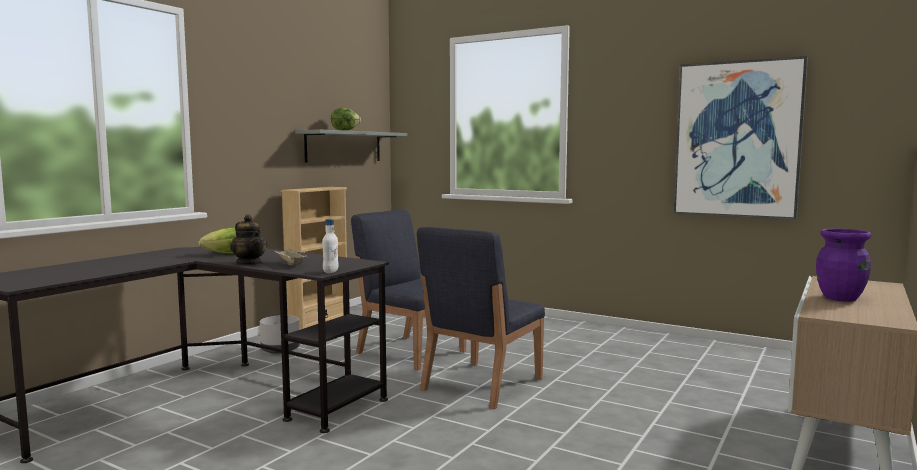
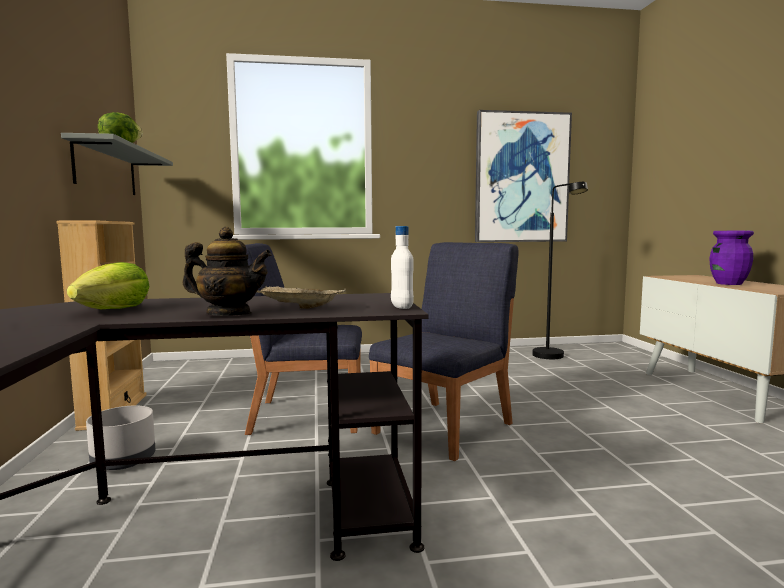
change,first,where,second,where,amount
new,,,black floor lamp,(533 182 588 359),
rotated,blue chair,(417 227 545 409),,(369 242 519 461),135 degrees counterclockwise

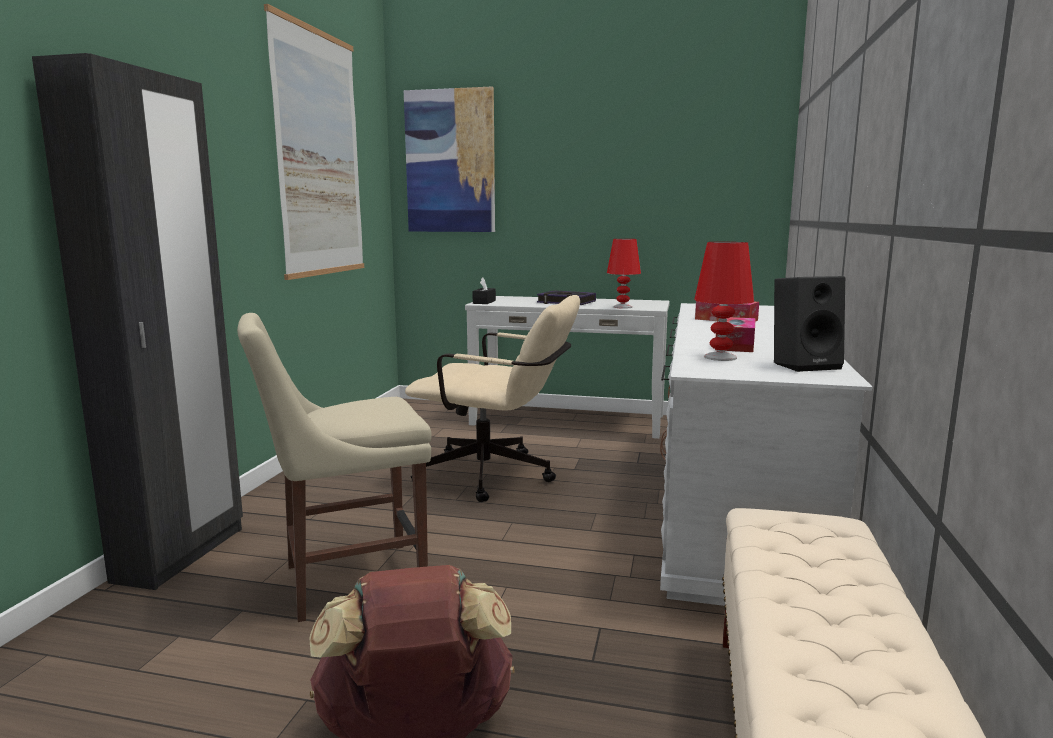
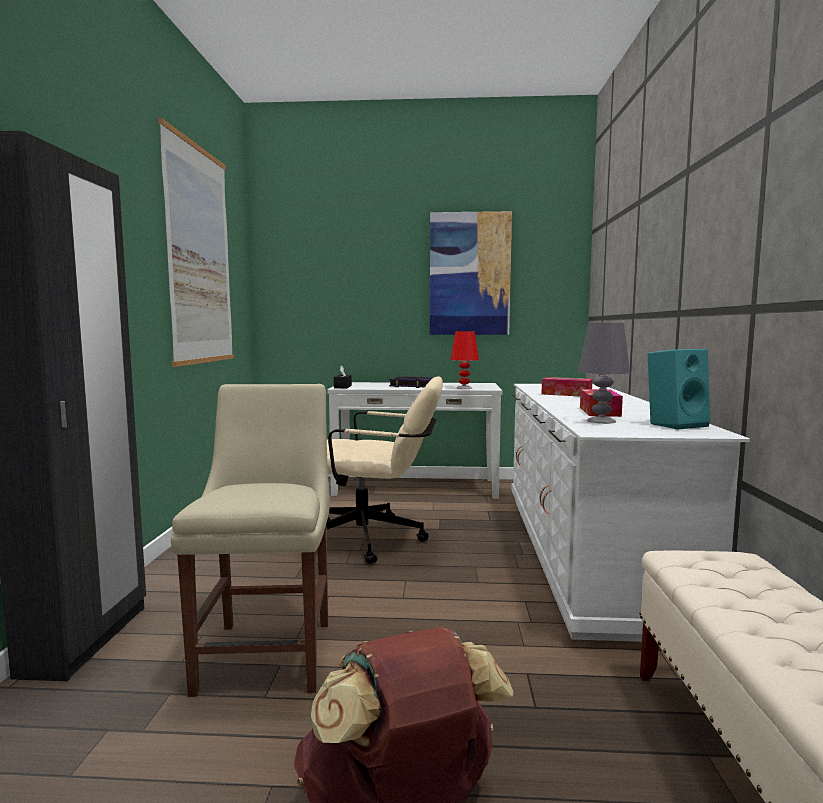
change,first,where,second,where,amount
shifted,picture,(404 87 495 232),,(430 211 512 335),
repainted,red table lamp,(694 242 754 361),grey table lamp,(578 323 630 424),
repainted,black speaker,(774 276 845 372),turquoise speaker,(648 349 711 430),
rotated,beige chair,(237 313 432 622),,(171 384 330 697),120 degrees clockwise

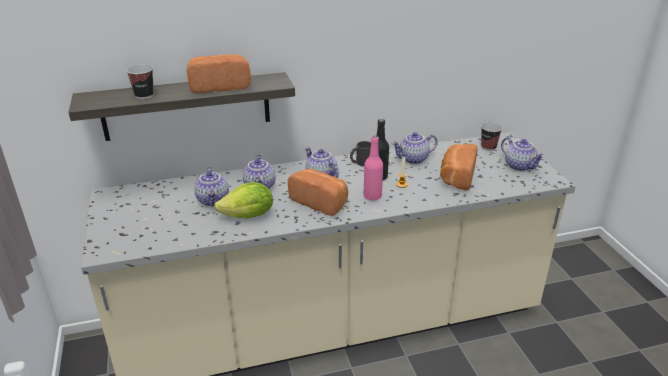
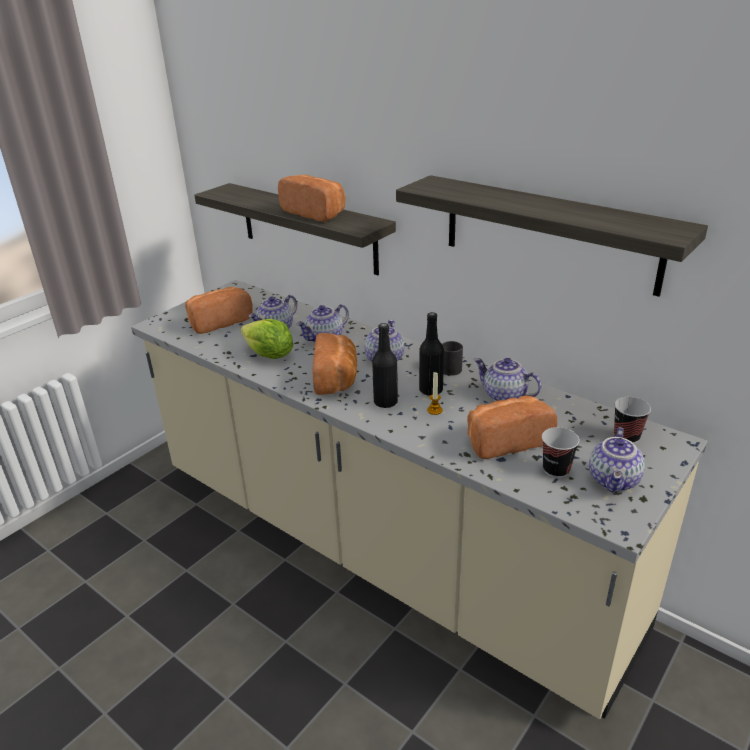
change,first,where,second,where,amount
new,,,bread,(185 287 253 334),
new,,,shelf,(396 175 708 297),
shifted,cup,(126 65 154 99),,(542 427 580 478),
repainted,pink bottle,(364 136 383 201),black bottle,(372 323 398 408),

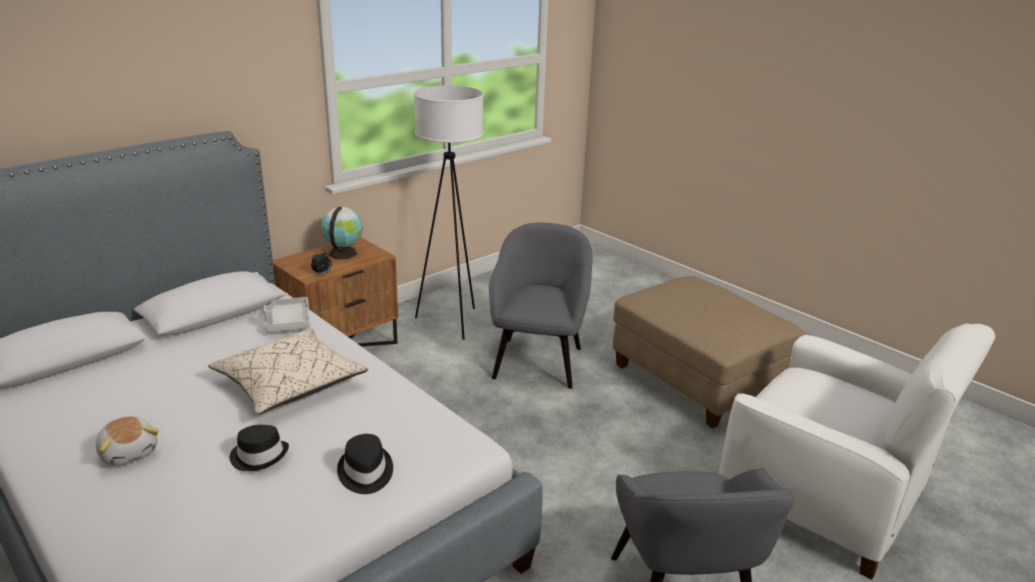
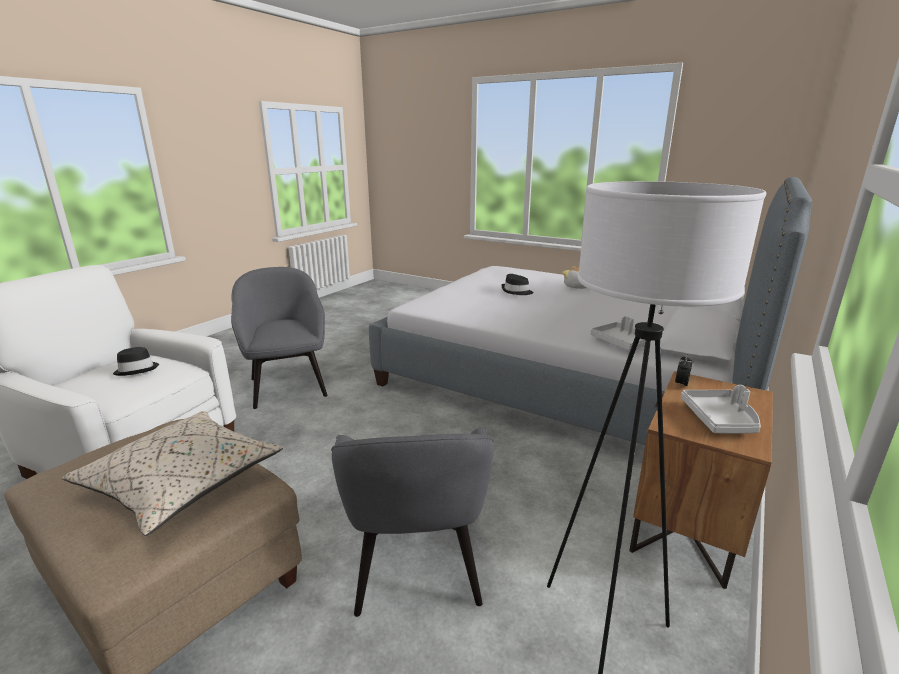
change,first,where,second,where,amount
shifted,beige pillow,(208 328 368 414),,(62 411 283 536),
shifted,black hat,(337 434 393 494),,(113 347 159 376),
swapped,globe,(322 207 362 259),grey tray,(681 385 761 434),

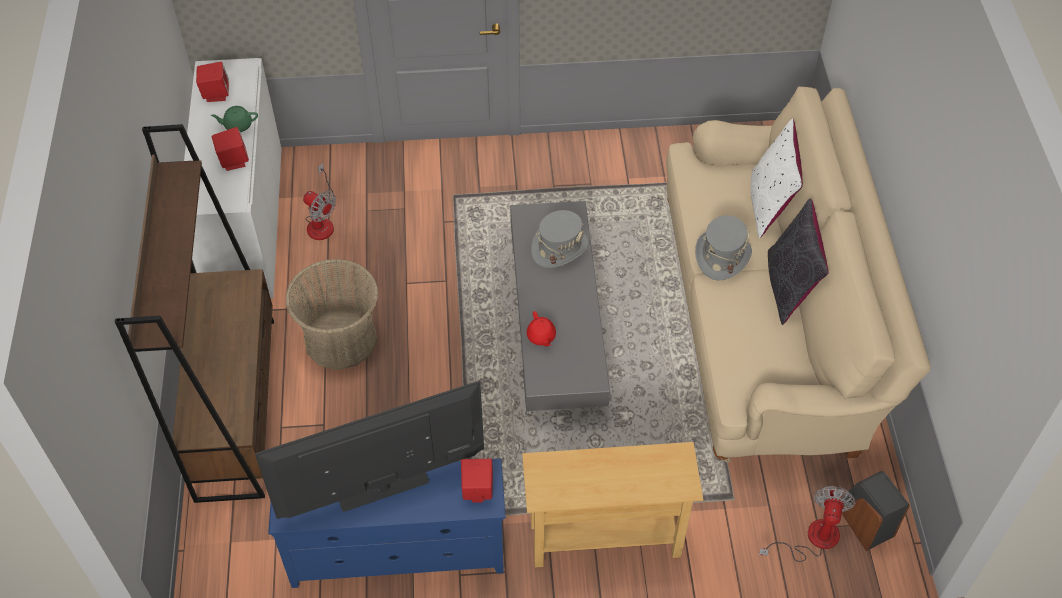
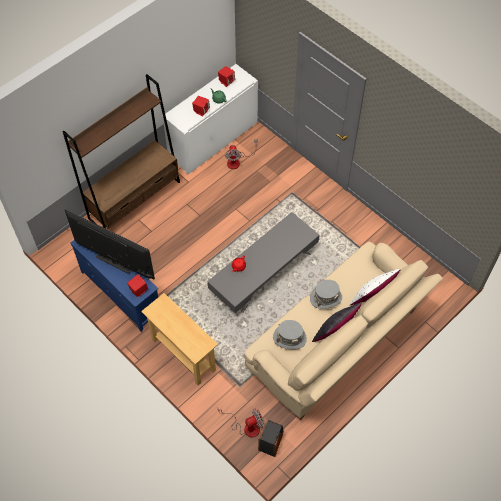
change,first,where,second,where,amount
gone,basket,(285 259 378 370),,,
shifted,grey hat,(531 210 589 268),,(273 320 307 350),

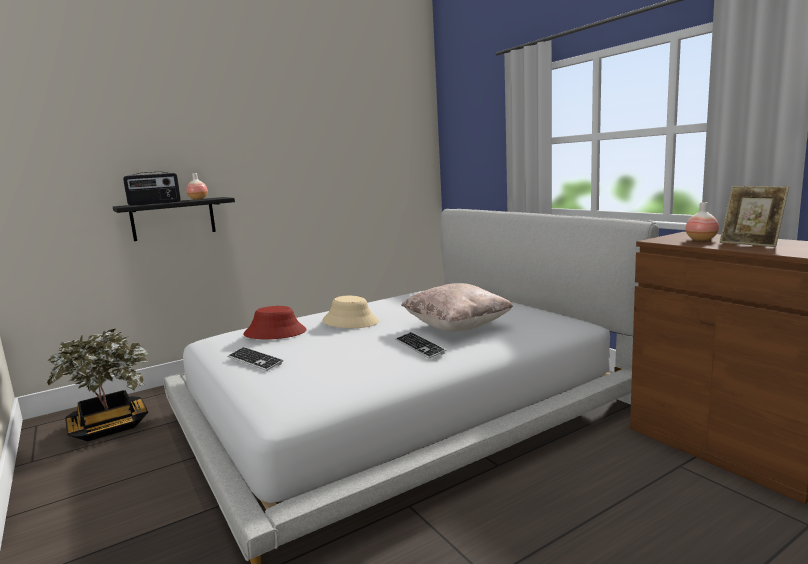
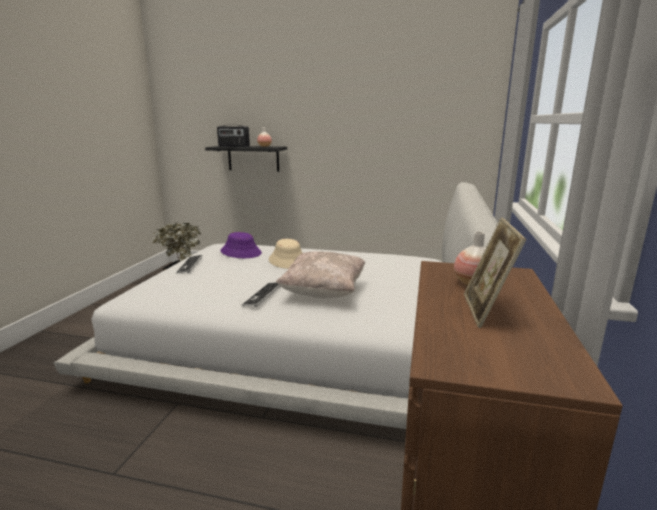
change,first,where,second,where,amount
repainted,red hat,(244 306 307 339),purple hat,(221 232 262 258),

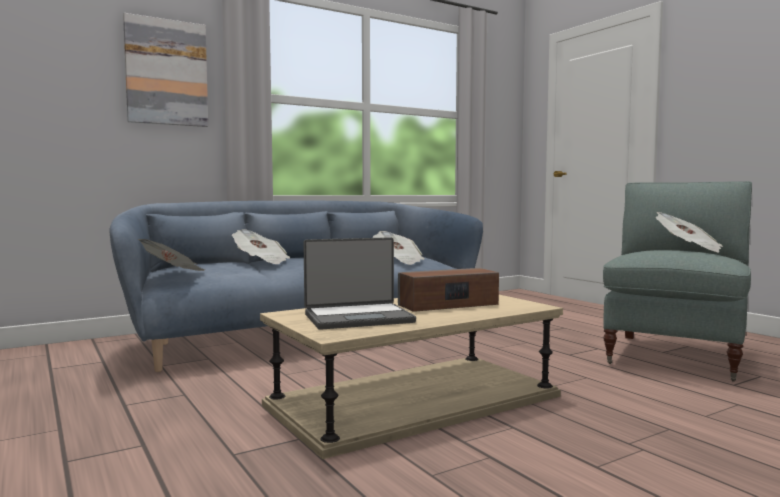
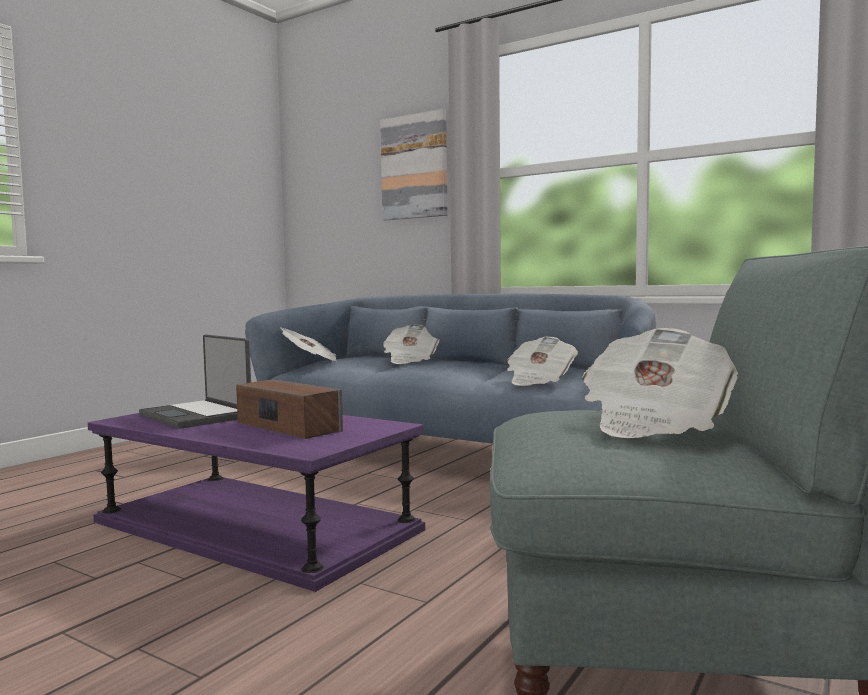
change,first,where,second,where,amount
repainted,beige coffee table,(260 295 563 459),purple coffee table,(88 413 425 592),

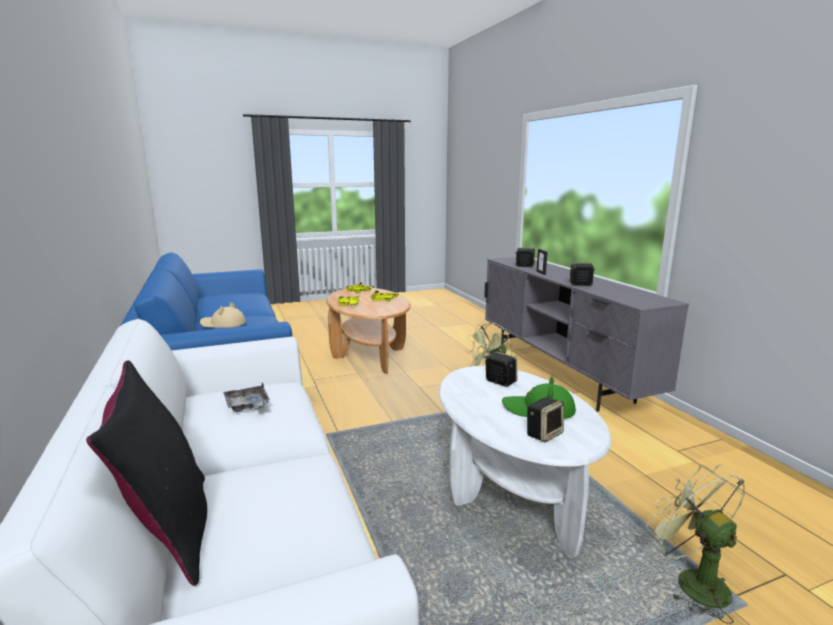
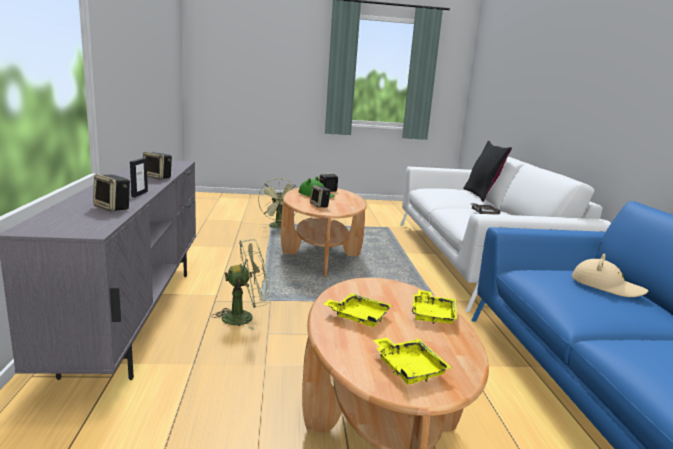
change,first,where,second,where,amount
repainted,white coffee table,(439 366 611 558),brown coffee table,(281 188 367 277),

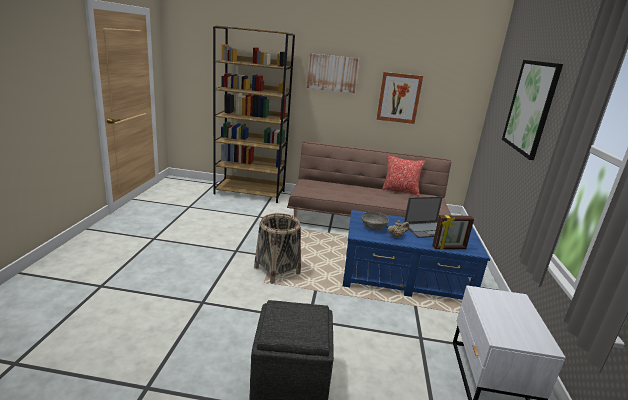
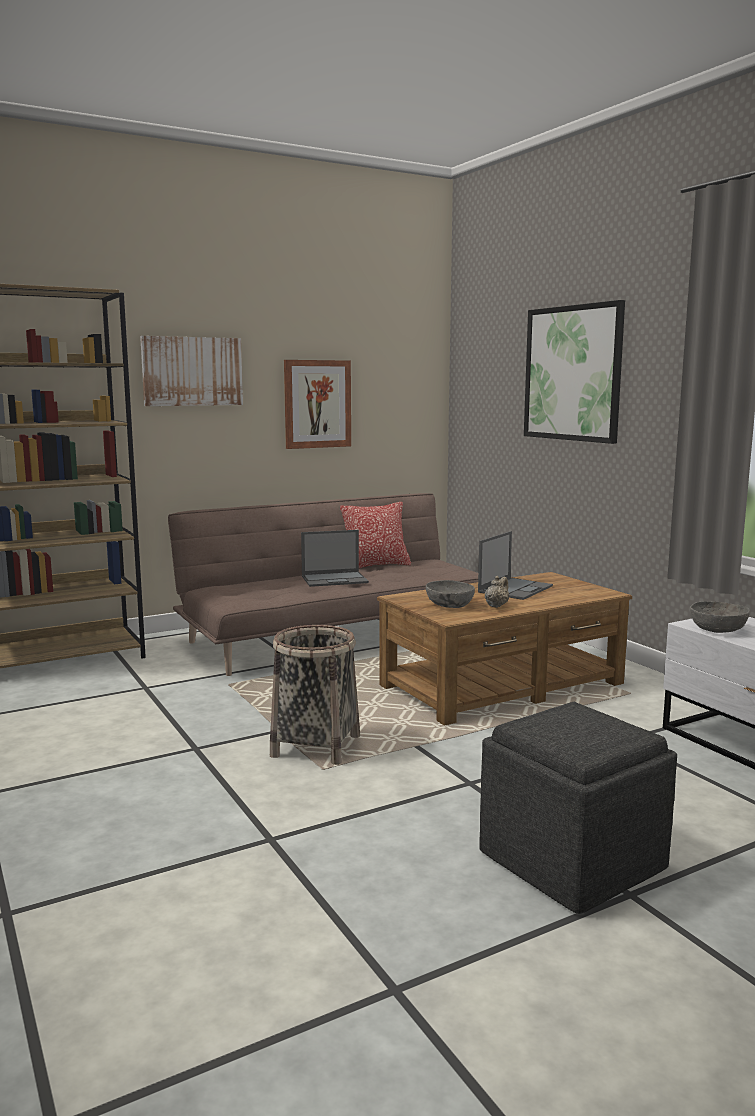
change,first,where,second,where,amount
gone,picture frame,(432 215 474 250),,,
new,,,laptop,(301 530 369 587),
new,,,grey bowl,(690 601 750 633),
repainted,blue coffee table,(343 210 490 300),brown coffee table,(377 572 632 726),

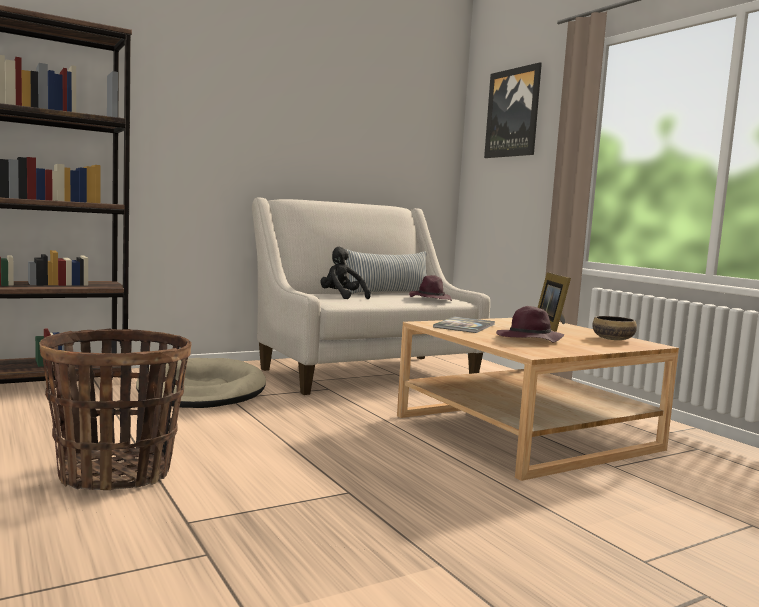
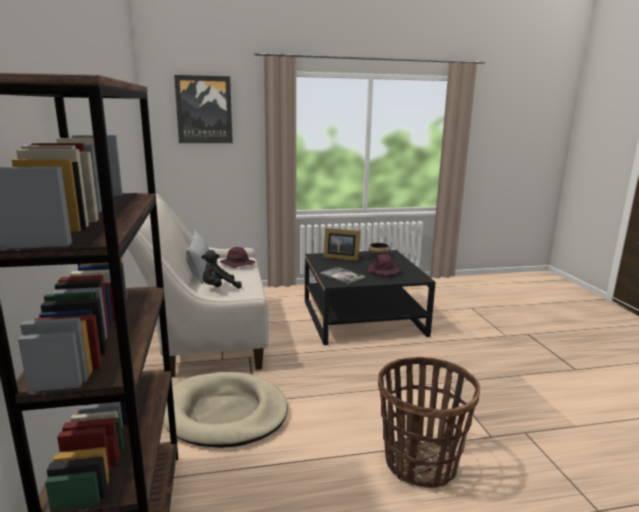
change,first,where,second,where,amount
repainted,beige coffee table,(397 318 679 481),black coffee table,(305 250 436 345),

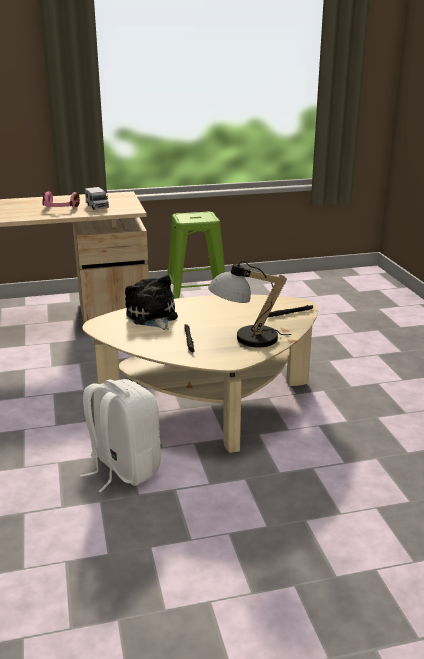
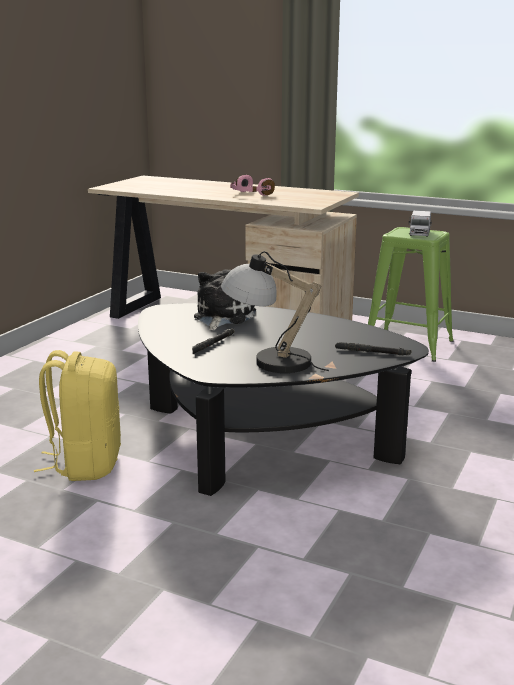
change,first,where,second,where,amount
shifted,toy truck,(85 187 109 210),,(409 211 432 237),
repainted,white backpack,(80 379 161 493),yellow backpack,(34 350 121 481),
repainted,beige coffee table,(83 295 319 453),black coffee table,(138 303 429 496),

